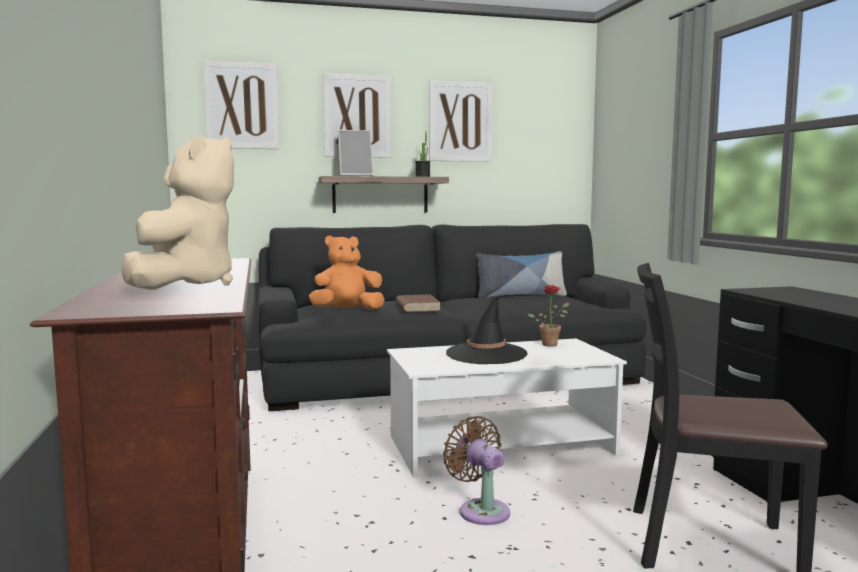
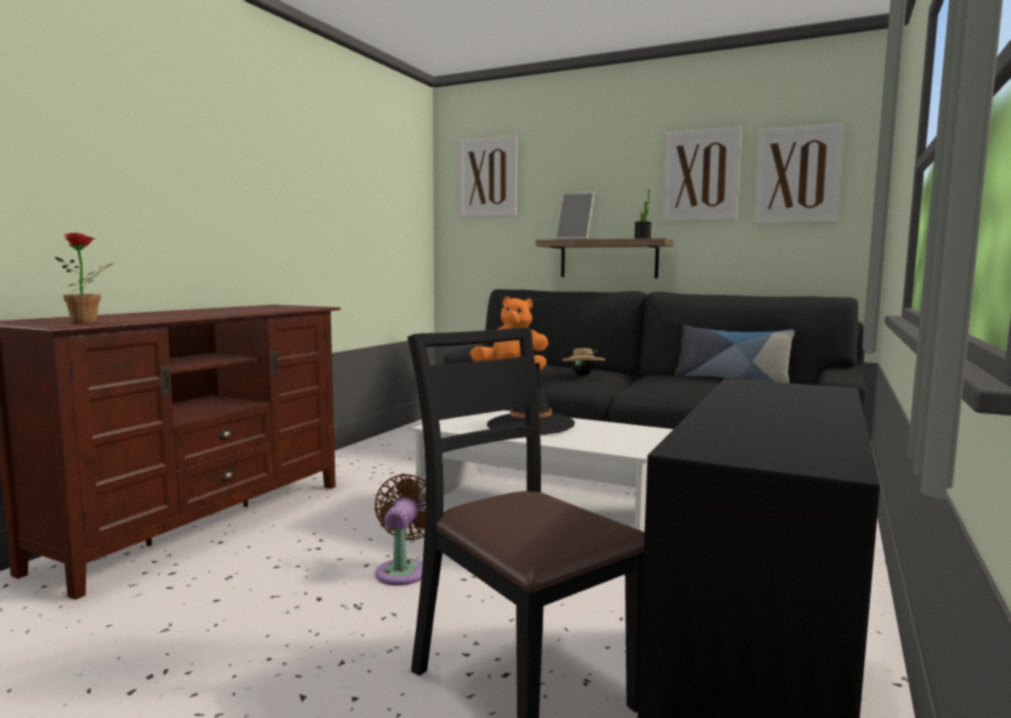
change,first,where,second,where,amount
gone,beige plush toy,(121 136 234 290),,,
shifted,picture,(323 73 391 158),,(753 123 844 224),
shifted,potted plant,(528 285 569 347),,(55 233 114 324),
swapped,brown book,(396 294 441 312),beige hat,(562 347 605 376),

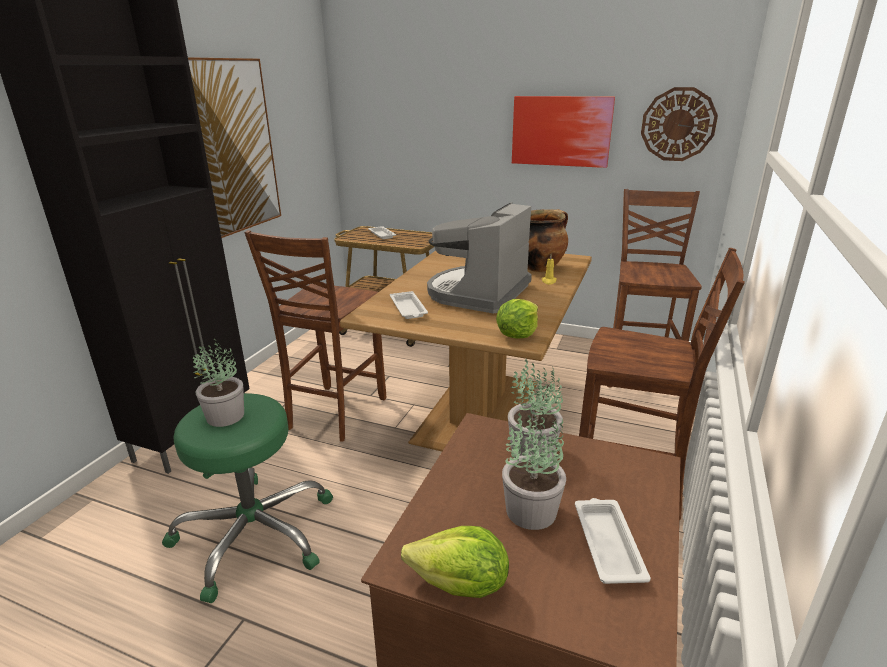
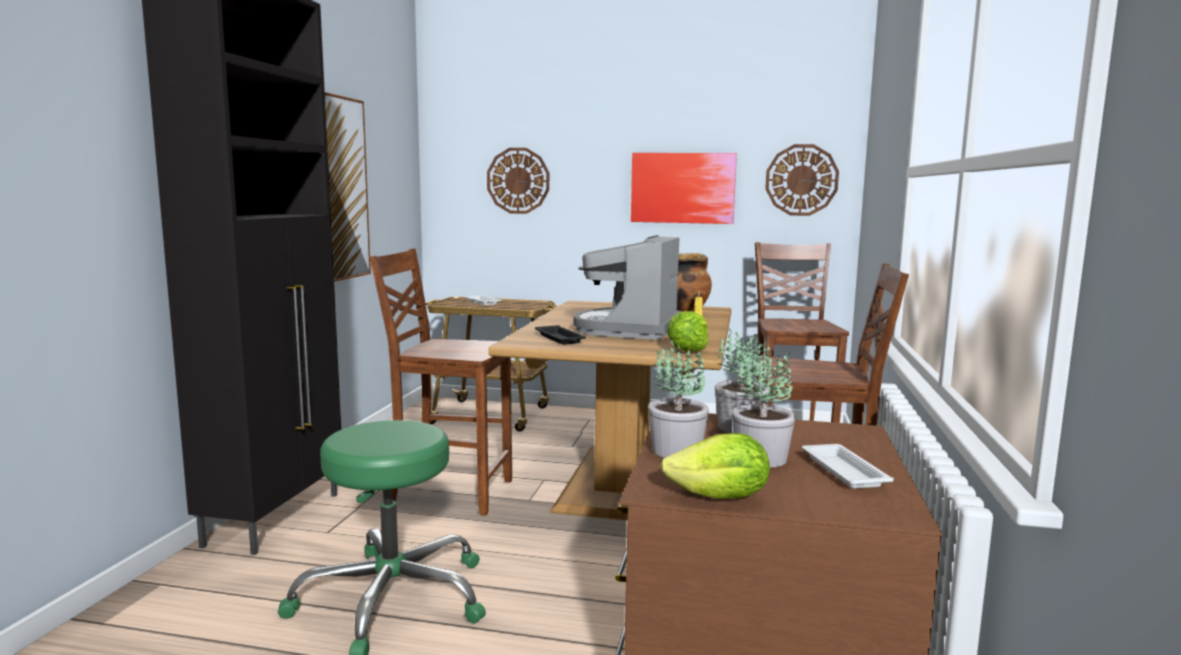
change,first,where,second,where,amount
new,,,wall clock,(487 148 549 214),
shifted,potted plant,(192 339 244 427),,(648 341 709 458),
repainted,white tray,(390 291 428 319),black tray,(535 325 586 345),
rotated,brown chair,(244 230 386 442),,(370 249 512 516),90 degrees clockwise

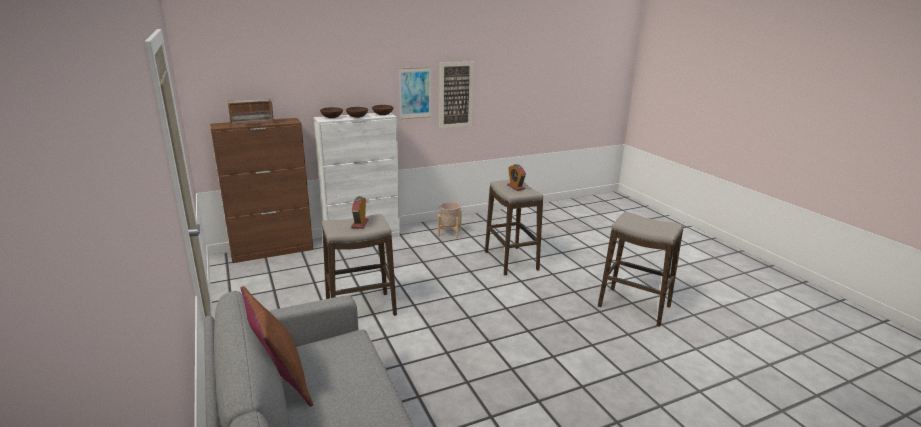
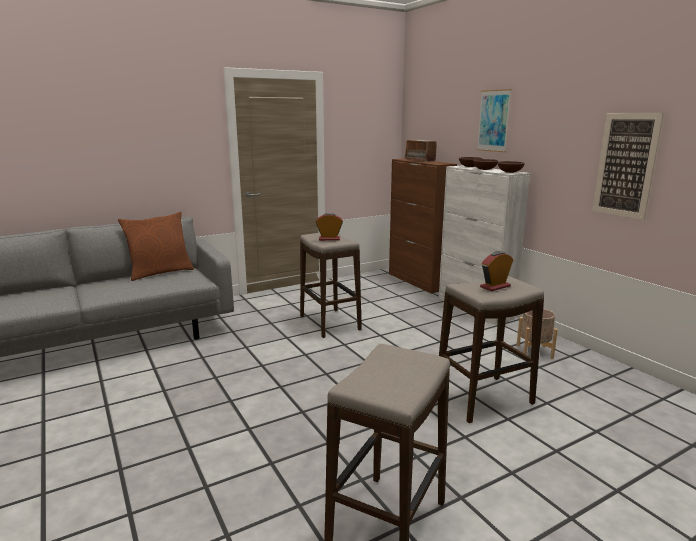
change,first,where,second,where,amount
shifted,picture,(399 67 431 119),,(477 89 512 152),

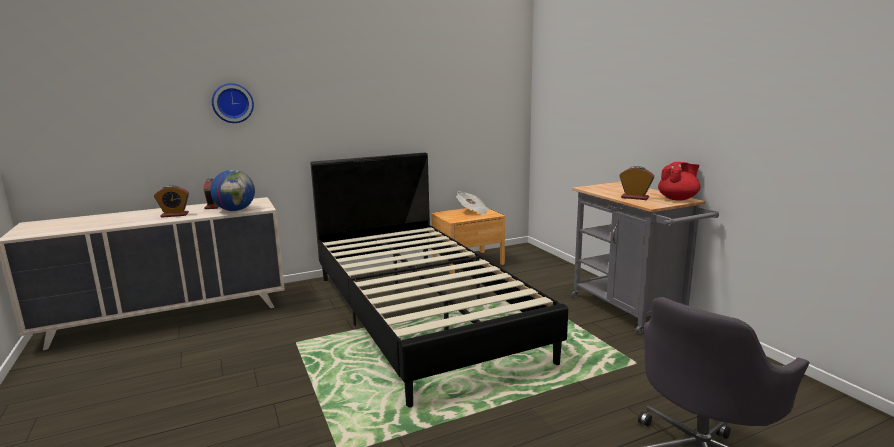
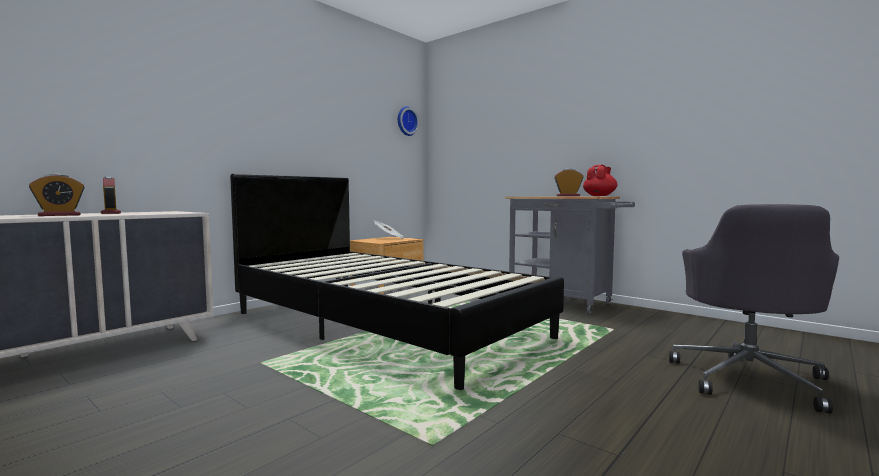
change,first,where,second,where,amount
gone,globe,(210 170 255 211),,,
shifted,wall clock,(212 83 254 123),,(398 106 419 136),

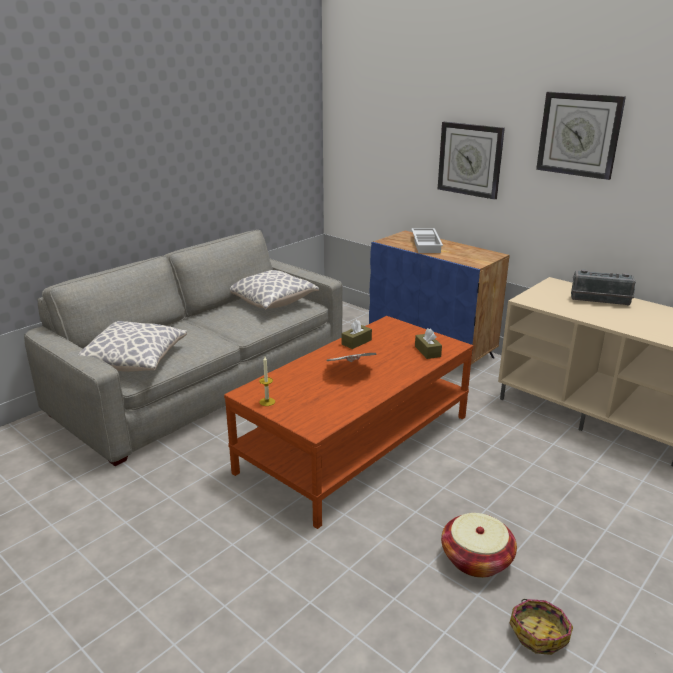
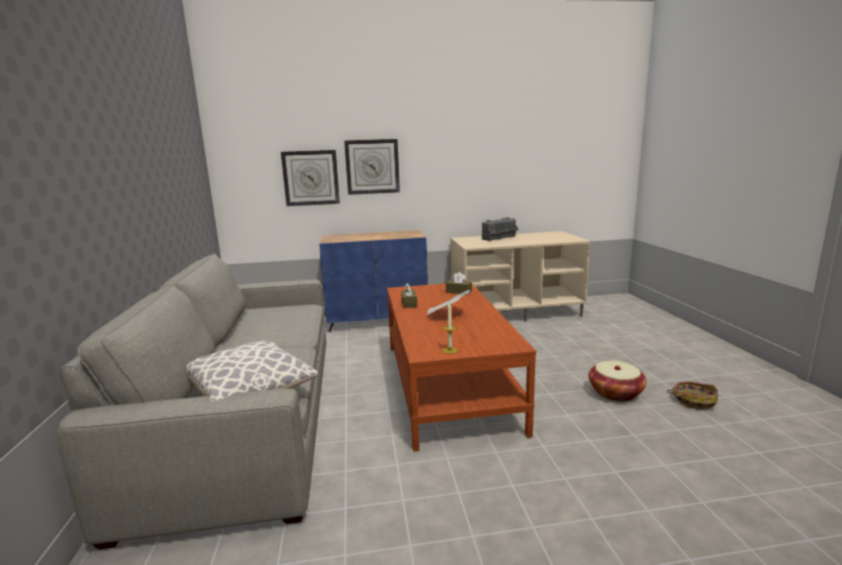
change,first,where,second,where,amount
gone,pillow,(230 270 319 310),,,
gone,white tray,(411 228 443 253),,,
shifted,wall clock,(536 92 626 180),,(281 150 340 206),

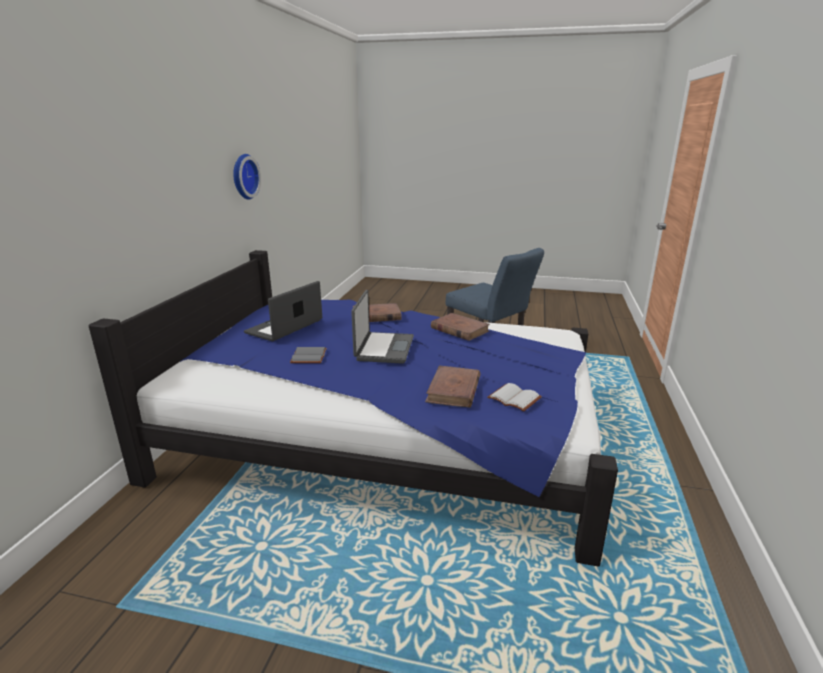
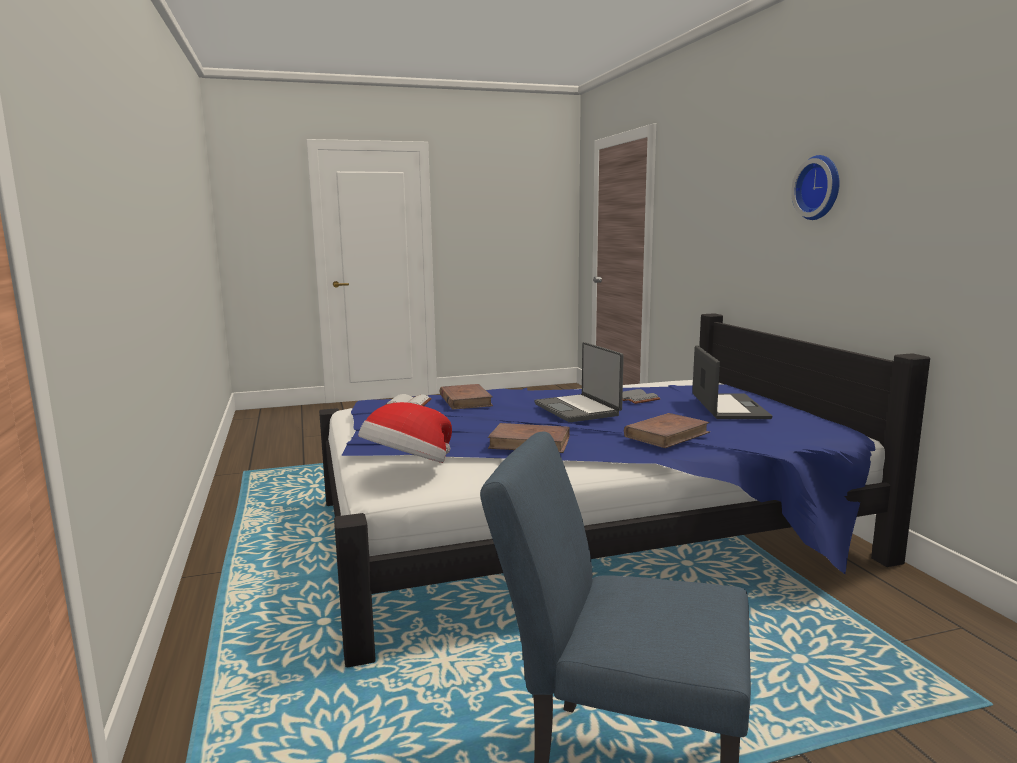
change,first,where,second,where,amount
new,,,hat,(358 402 452 463),
shifted,wall clock,(233 154 261 200),,(791 155 840 220),

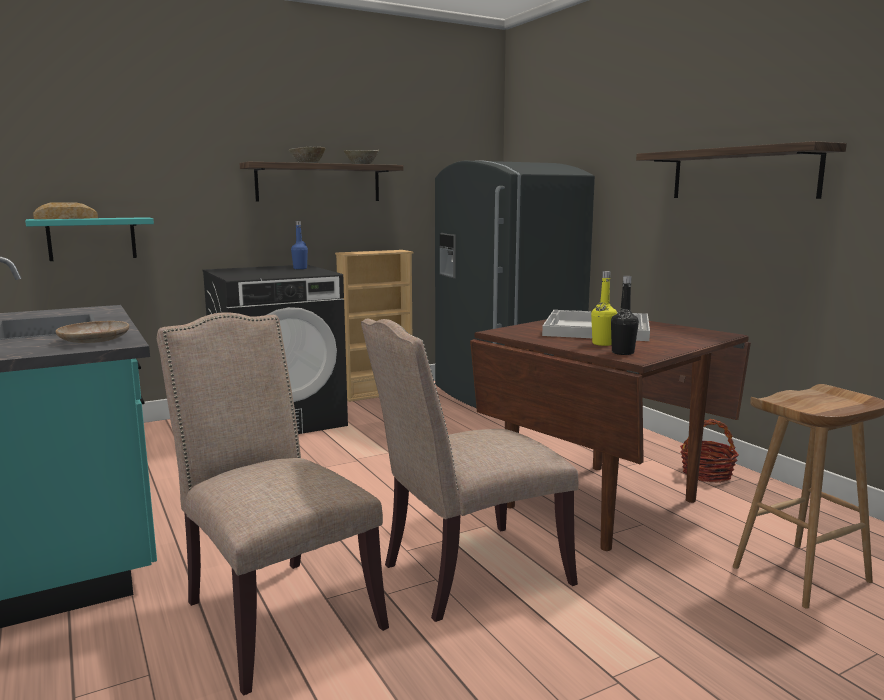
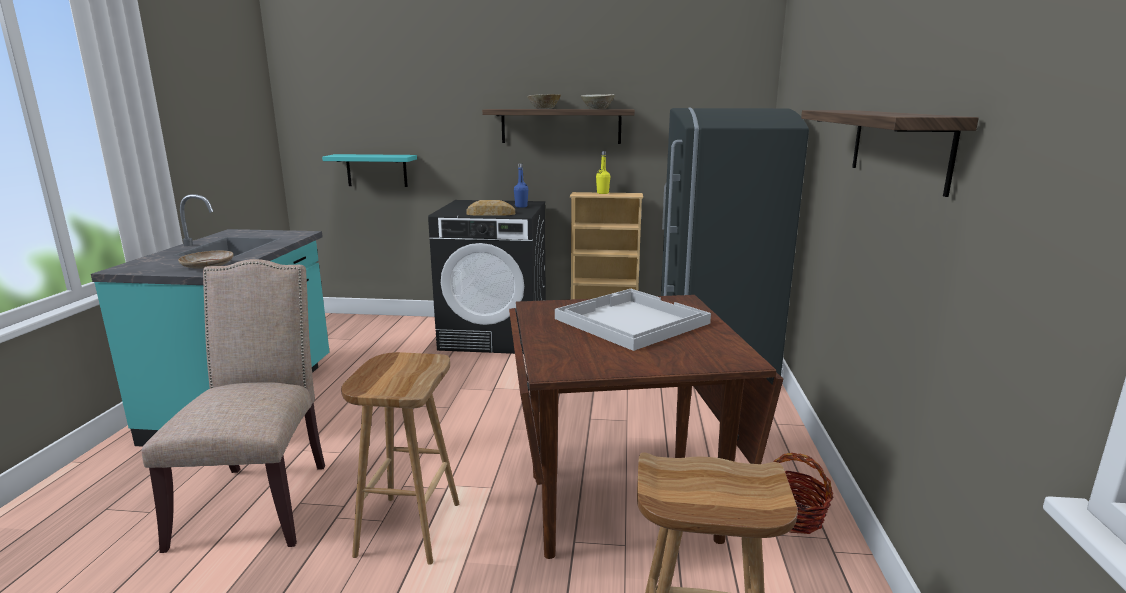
change,first,where,second,where,amount
gone,black bottle,(611 276 639 355),,,
shifted,bread,(33 202 98 219),,(466 200 515 216),
shifted,yellow bottle,(591 271 617 346),,(596 151 610 194),
swapped,beige chair,(361 319 578 622),brown stool,(341 352 459 565),

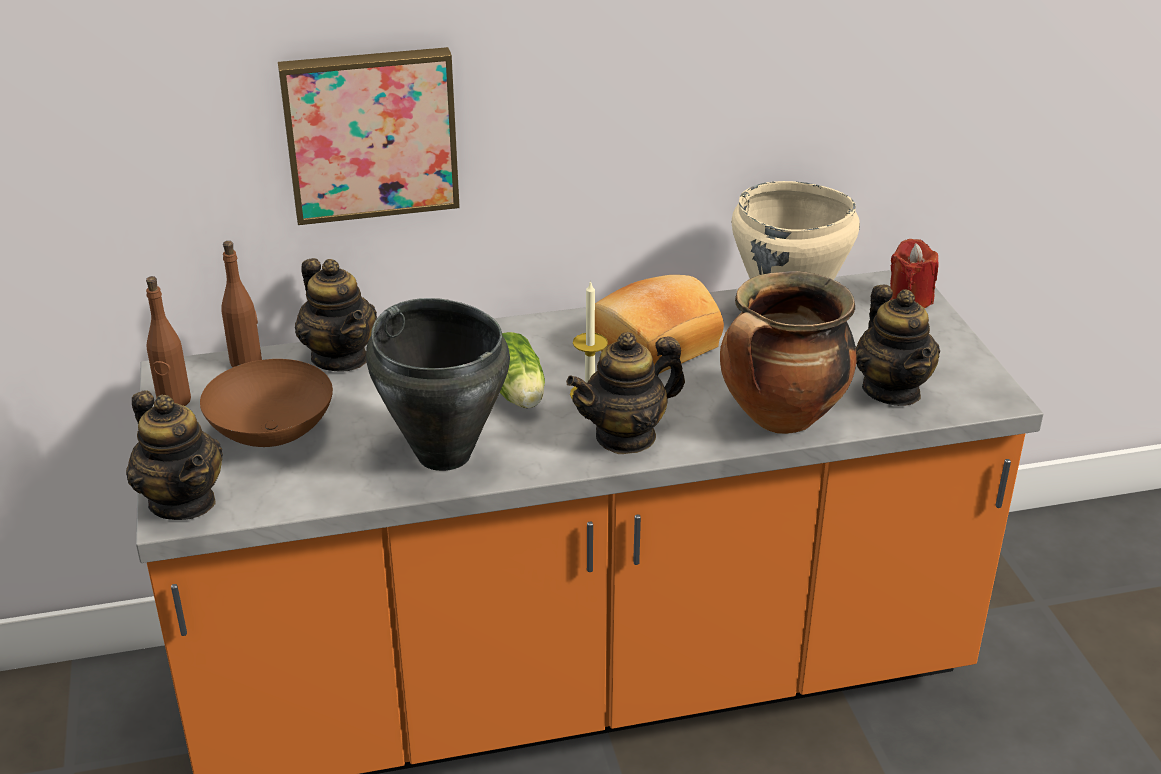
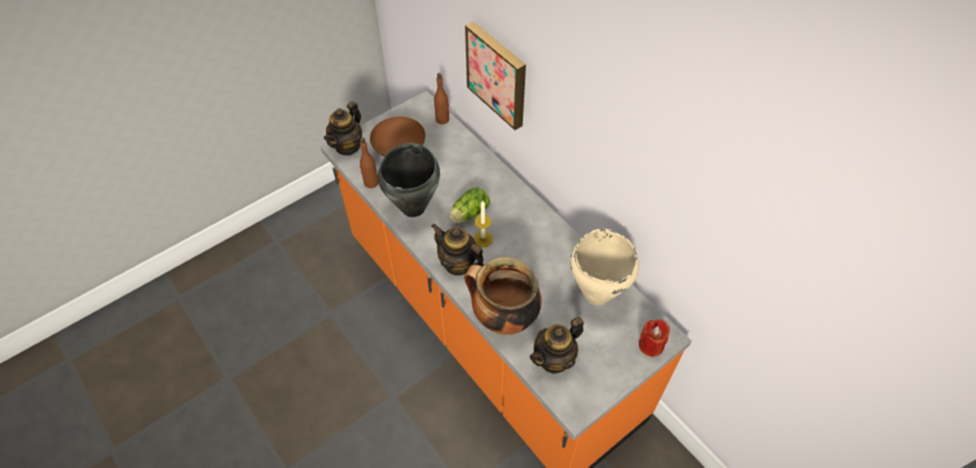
change,first,where,second,where,amount
gone,teapot,(295 258 377 371),,,
gone,bread,(595 275 724 374),,,
shifted,brown bottle,(146 276 191 406),,(360 137 378 188),

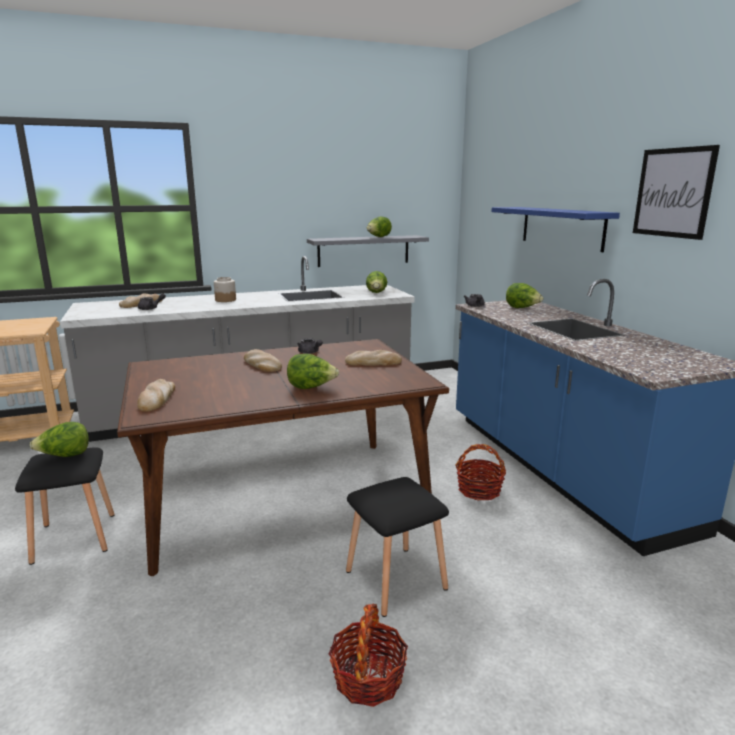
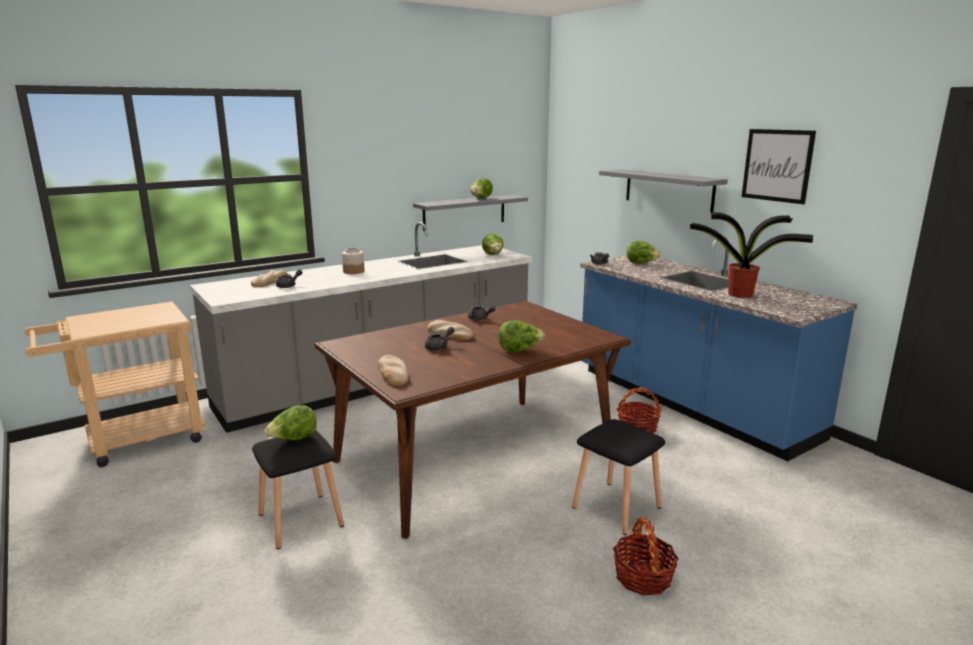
change,first,where,second,where,amount
gone,bread,(345 350 402 366),,,
new,,,grey teapot,(425 327 454 350),
new,,,potted plant,(690 212 813 298),
repainted,blue shelf,(491 207 620 252),grey shelf,(599 169 728 212),

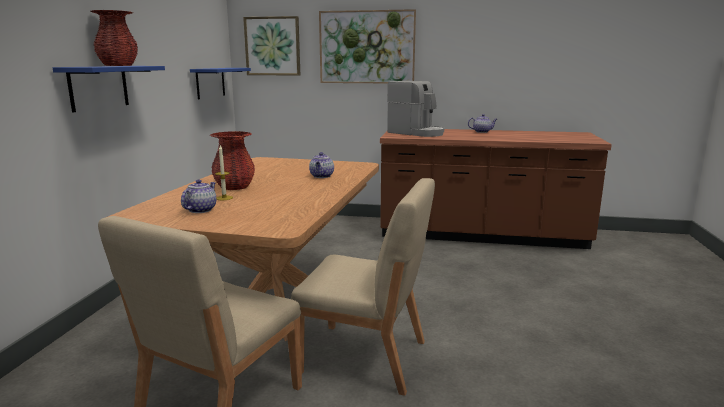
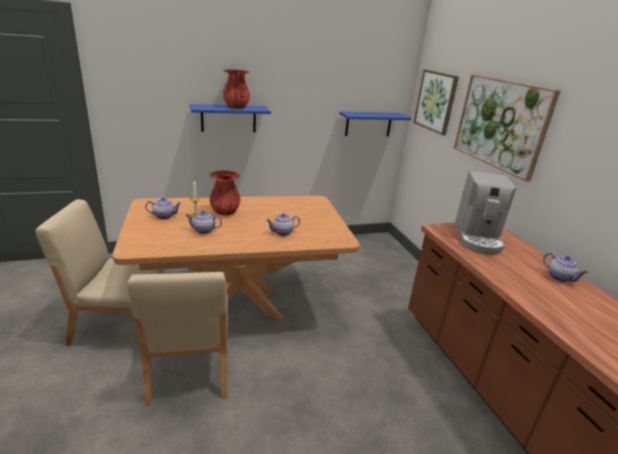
change,first,where,second,where,amount
new,,,teapot,(186 211 222 234),

